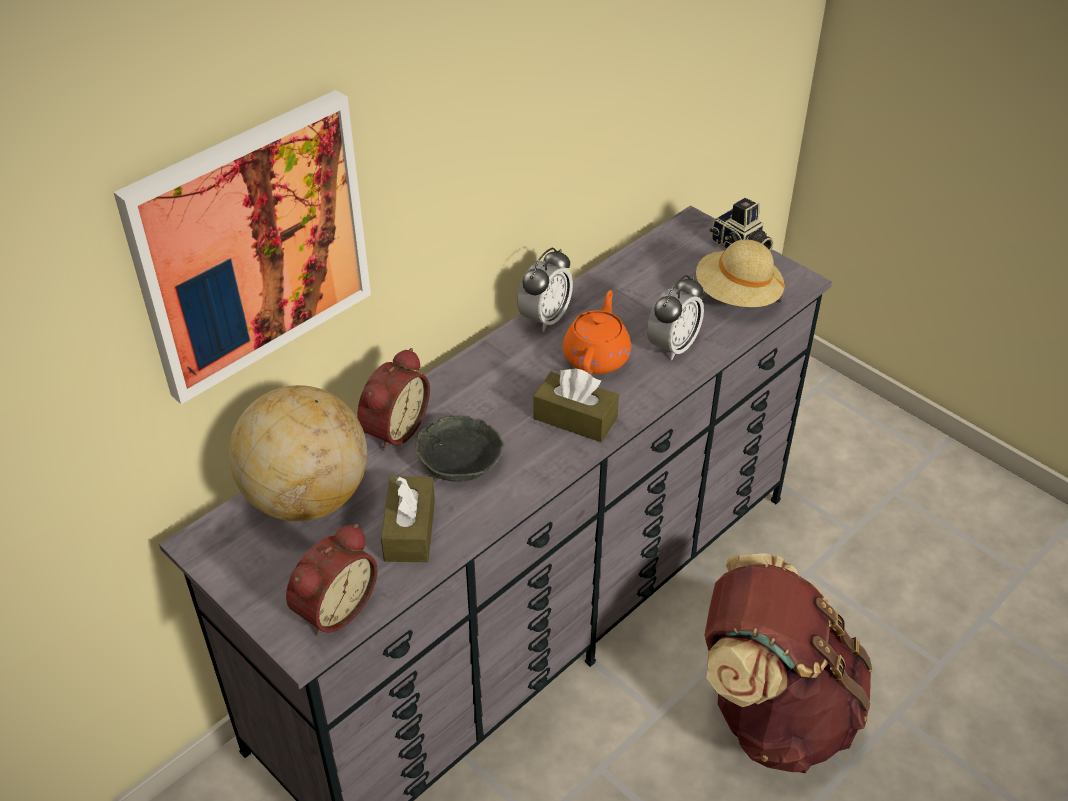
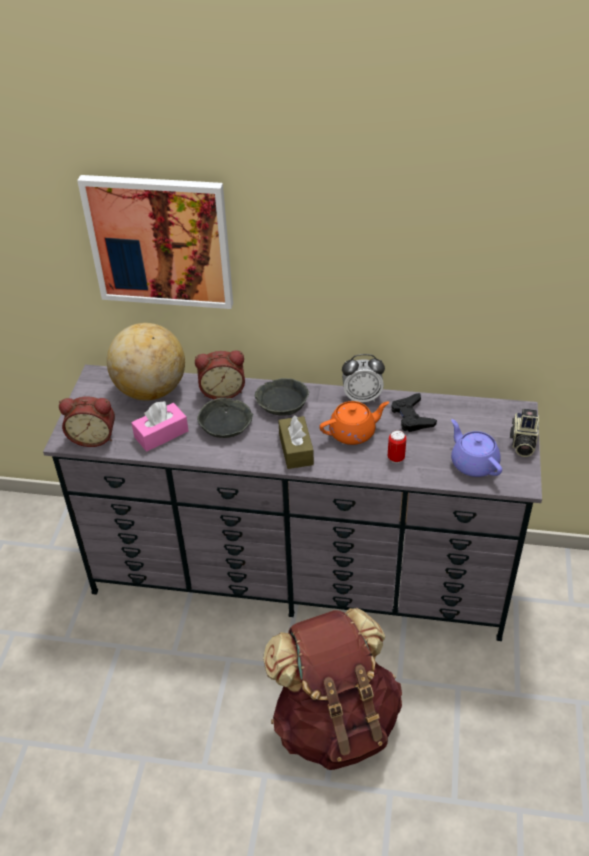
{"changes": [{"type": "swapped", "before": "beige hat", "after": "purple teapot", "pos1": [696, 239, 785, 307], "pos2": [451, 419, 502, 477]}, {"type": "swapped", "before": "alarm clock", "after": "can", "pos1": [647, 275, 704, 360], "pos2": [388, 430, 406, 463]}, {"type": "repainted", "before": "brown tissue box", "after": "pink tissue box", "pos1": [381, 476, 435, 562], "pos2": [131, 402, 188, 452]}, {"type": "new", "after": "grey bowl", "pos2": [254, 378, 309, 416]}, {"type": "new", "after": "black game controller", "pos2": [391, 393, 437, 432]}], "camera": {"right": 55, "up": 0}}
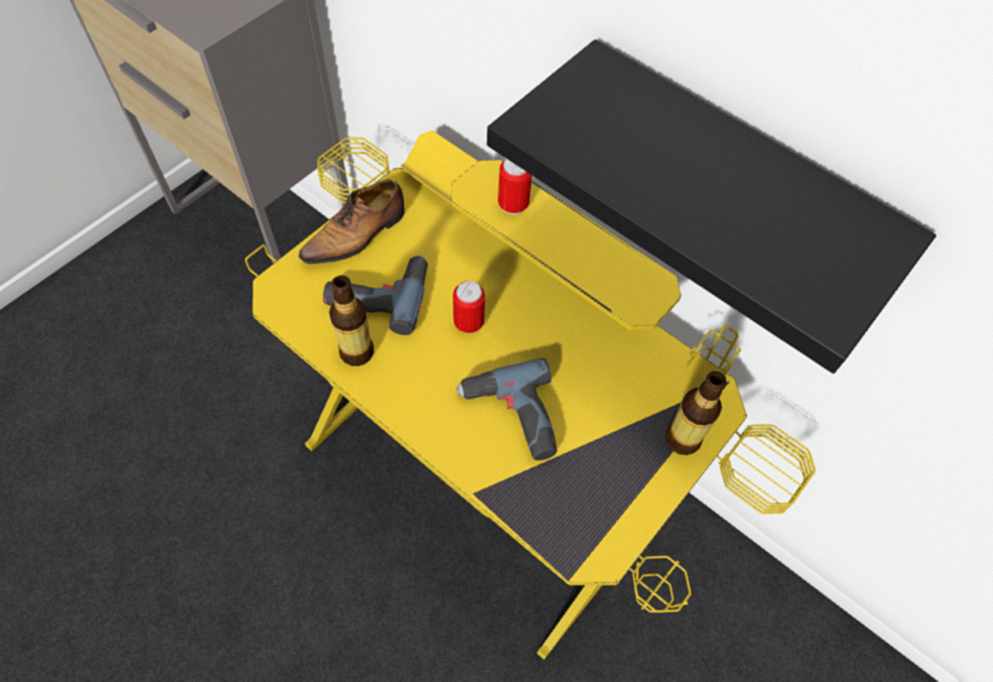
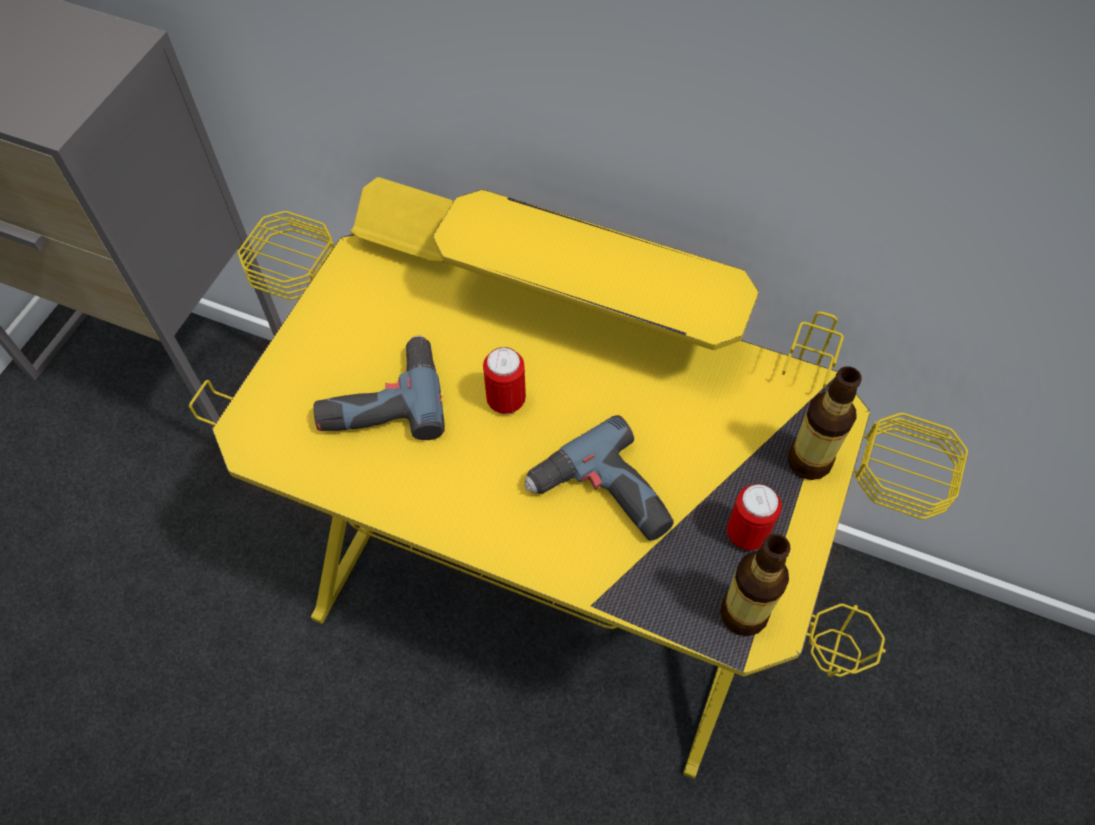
{"changes": [{"type": "gone", "before": "black shelf", "pos1": [487, 39, 936, 374]}, {"type": "shifted", "before": "can", "pos1": [498, 159, 532, 215], "pos2": [727, 484, 782, 550]}, {"type": "gone", "before": "shoe", "pos1": [298, 179, 405, 269]}, {"type": "shifted", "before": "bottle", "pos1": [329, 275, 374, 366], "pos2": [720, 534, 790, 636]}], "camera": {"right": -15, "up": 0}}
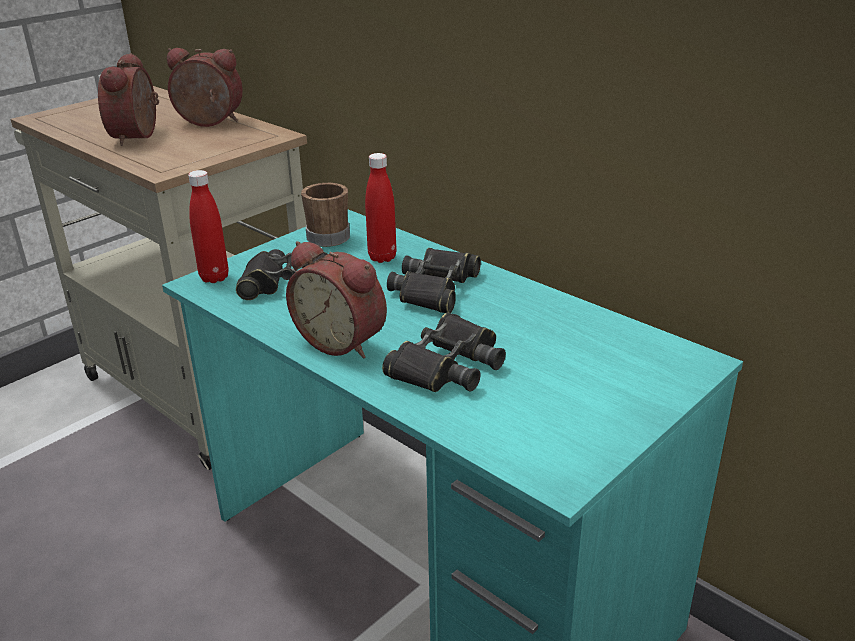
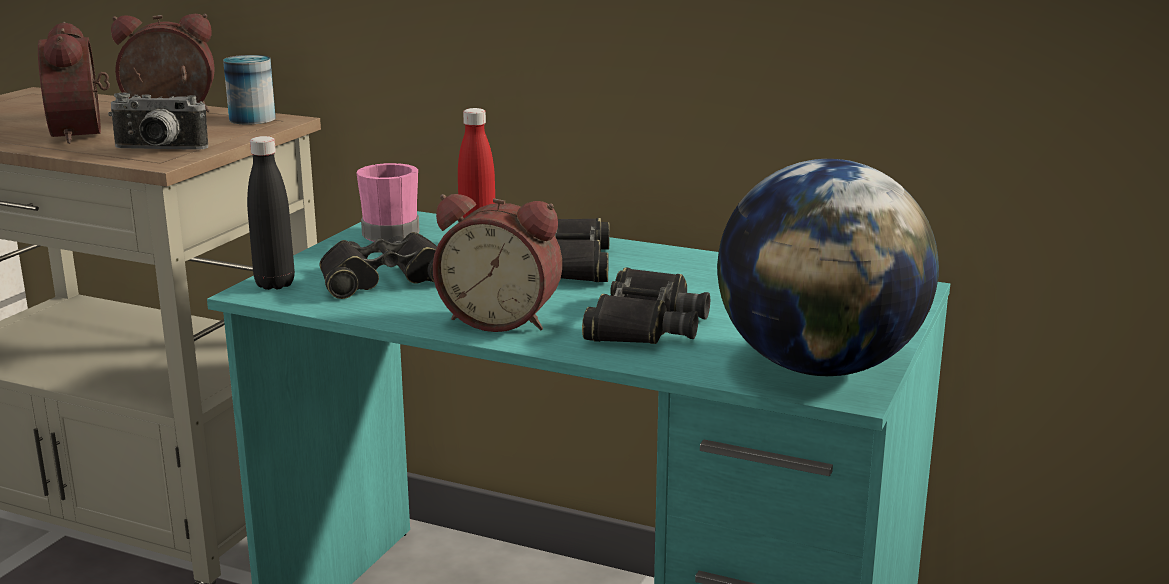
{"changes": [{"type": "repainted", "before": "red bottle", "after": "black bottle", "pos1": [188, 170, 229, 283], "pos2": [247, 136, 295, 290]}, {"type": "repainted", "before": "brown mug", "after": "pink mug", "pos1": [301, 183, 350, 247], "pos2": [357, 163, 420, 242]}, {"type": "new", "after": "can", "pos2": [223, 55, 276, 125]}, {"type": "new", "after": "photo camera", "pos2": [108, 93, 208, 150]}, {"type": "new", "after": "globe", "pos2": [717, 159, 939, 376]}], "camera": {"right": -20, "up": -10}}
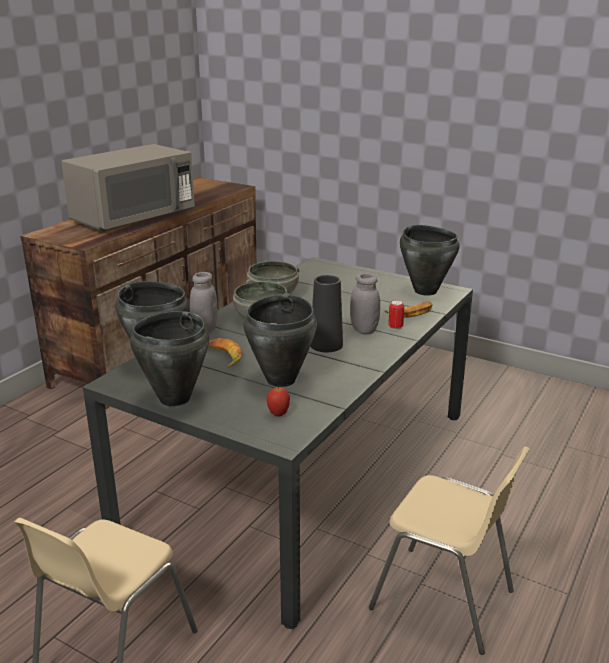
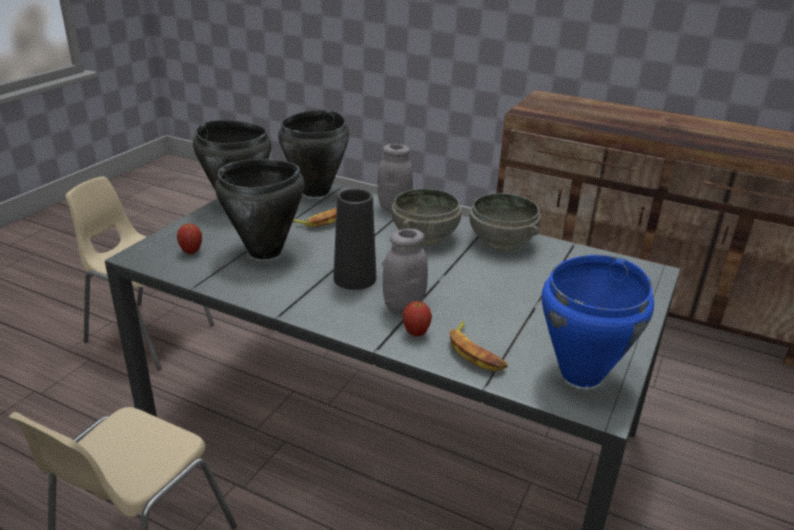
{"changes": [{"type": "gone", "before": "grey microwave", "pos1": [61, 144, 195, 231]}, {"type": "repainted", "before": "black cooking pot", "after": "blue cooking pot", "pos1": [400, 225, 459, 296], "pos2": [542, 255, 654, 387]}, {"type": "swapped", "before": "can", "after": "apple", "pos1": [388, 300, 404, 330], "pos2": [403, 301, 432, 337]}], "camera": {"right": 85, "up": 5}}
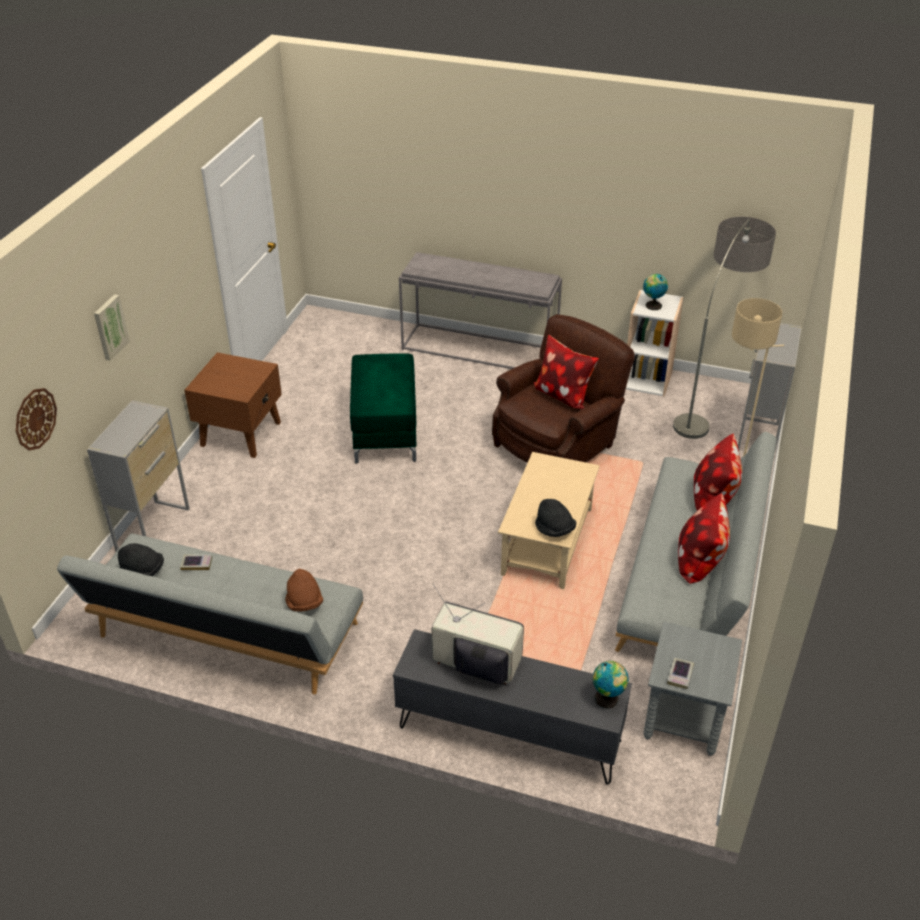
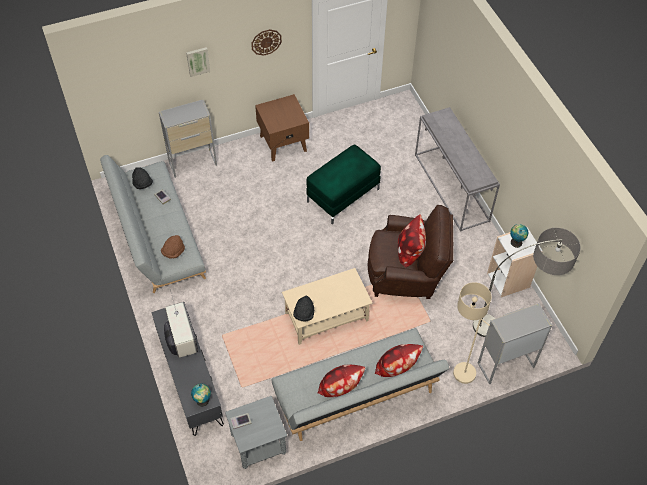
{"changes": [{"type": "shifted", "before": "wall clock", "pos1": [16, 388, 57, 451], "pos2": [251, 29, 282, 56]}], "camera": {"right": 50, "up": 15}}
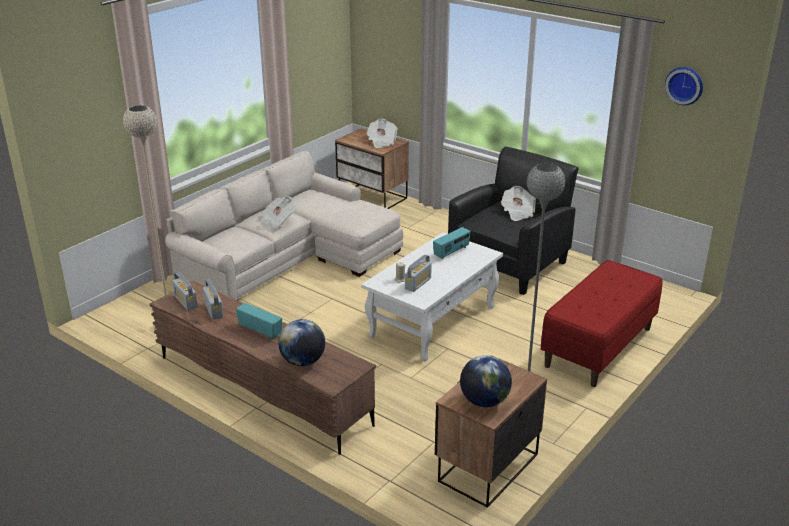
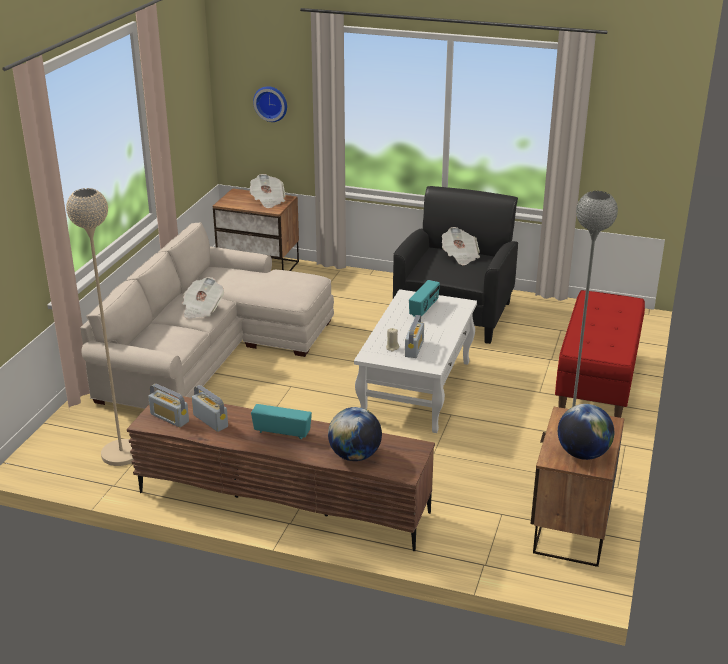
{"changes": [{"type": "shifted", "before": "wall clock", "pos1": [665, 67, 703, 105], "pos2": [253, 86, 287, 122]}], "camera": {"right": -20, "up": 0}}
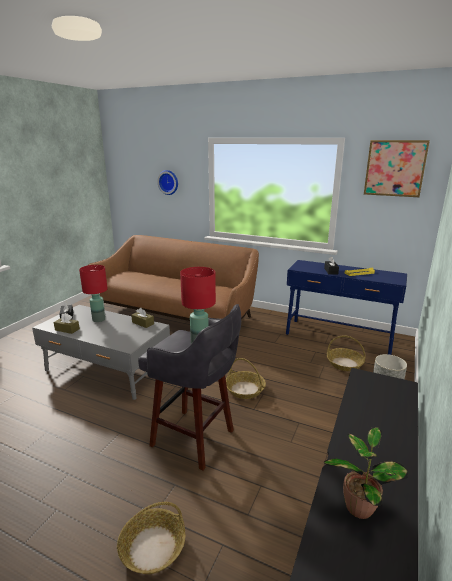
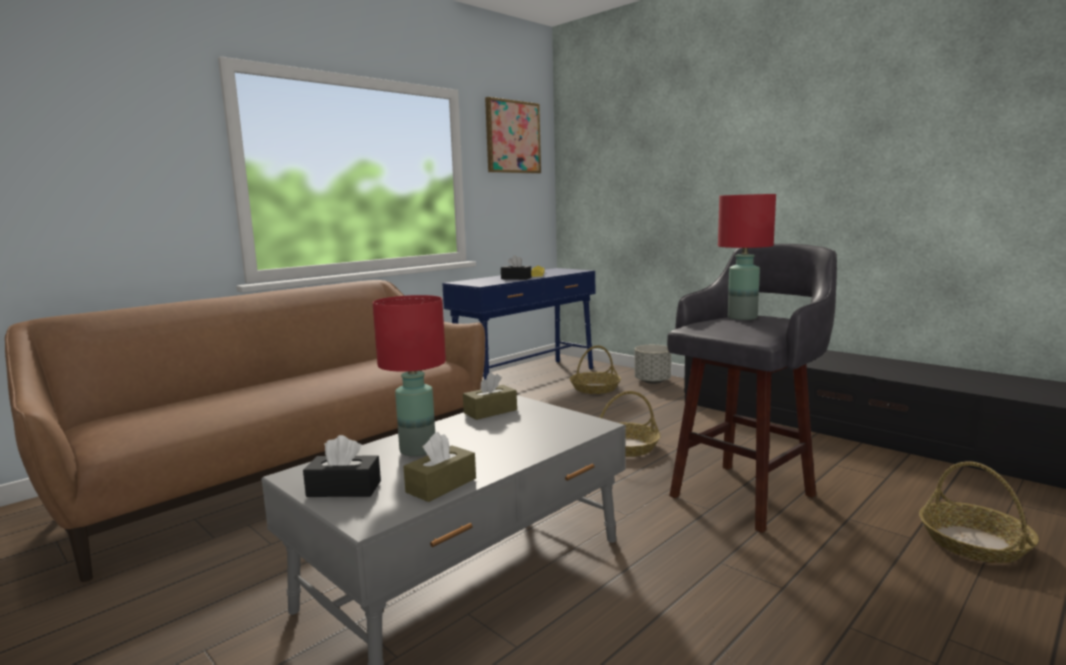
{"changes": [{"type": "gone", "before": "wall clock", "pos1": [157, 170, 178, 195]}, {"type": "gone", "before": "potted plant", "pos1": [324, 427, 408, 519]}], "camera": {"right": -70, "up": -10}}
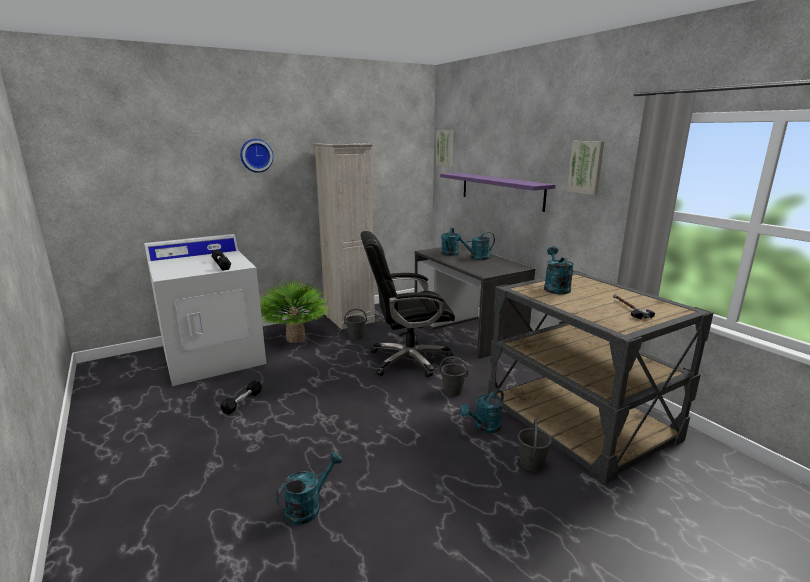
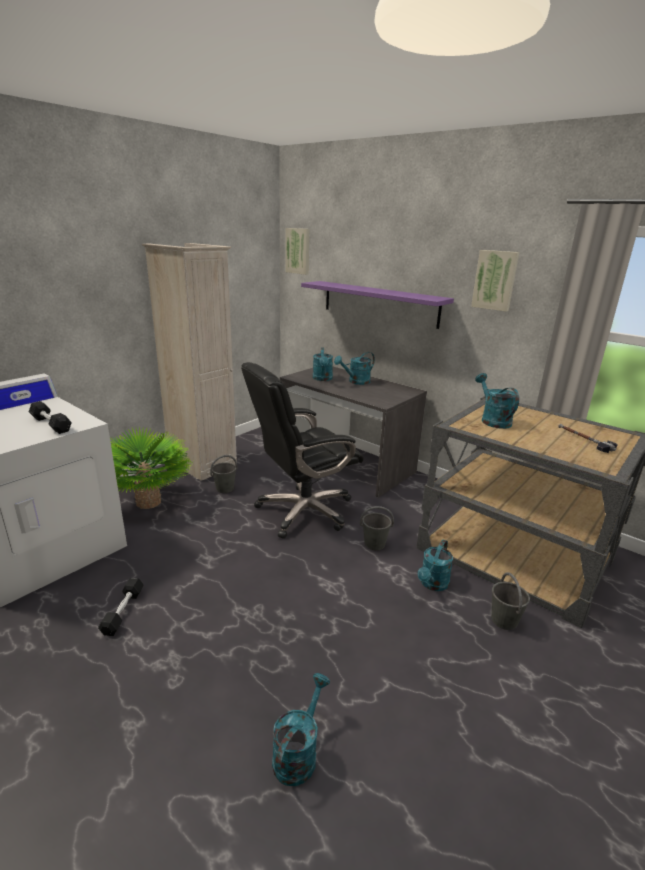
{"changes": [{"type": "gone", "before": "wall clock", "pos1": [240, 139, 273, 173]}], "camera": {"right": -20, "up": 5}}
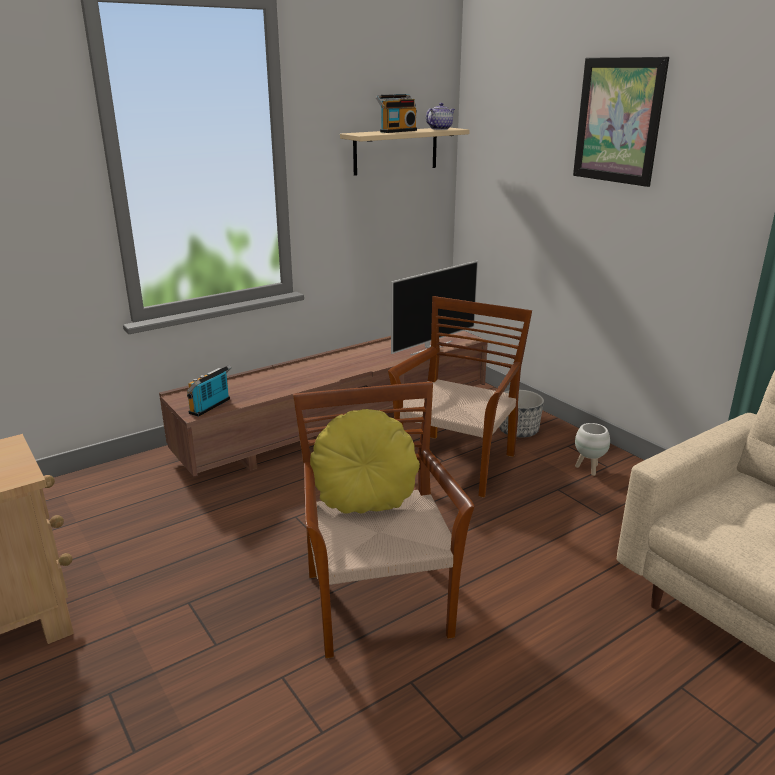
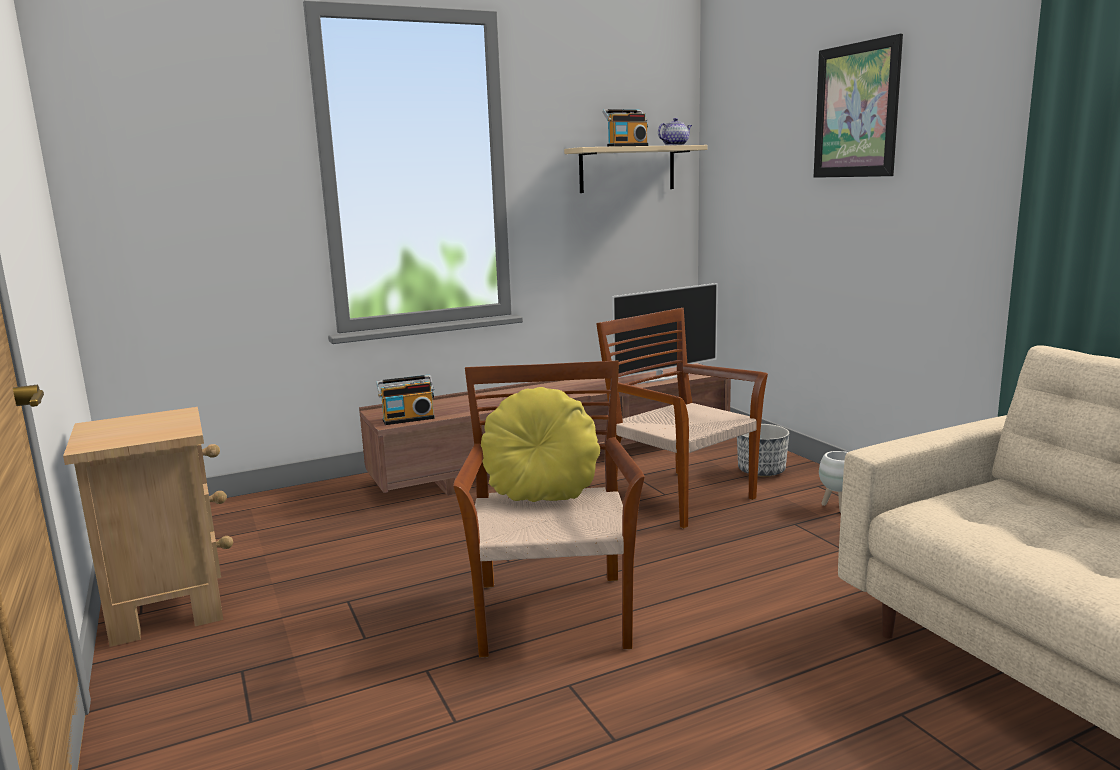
{"changes": [{"type": "rotated", "before": "brown armchair", "pos1": [388, 296, 532, 498], "pos2": [596, 308, 768, 529], "turn": -75}, {"type": "rotated", "before": "radio", "pos1": [187, 365, 232, 417], "pos2": [376, 375, 435, 425], "turn": -150}], "camera": {"right": 10, "up": -10}}
